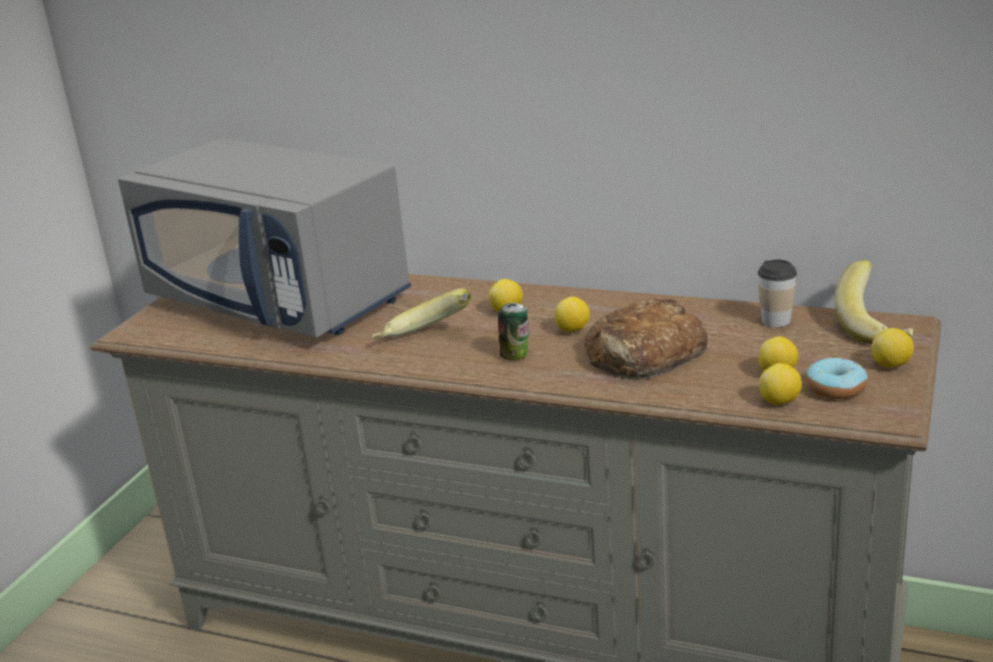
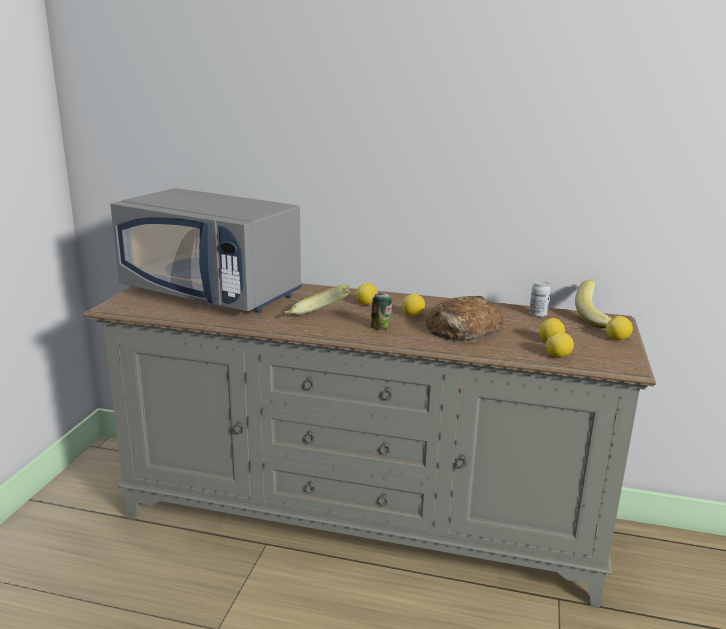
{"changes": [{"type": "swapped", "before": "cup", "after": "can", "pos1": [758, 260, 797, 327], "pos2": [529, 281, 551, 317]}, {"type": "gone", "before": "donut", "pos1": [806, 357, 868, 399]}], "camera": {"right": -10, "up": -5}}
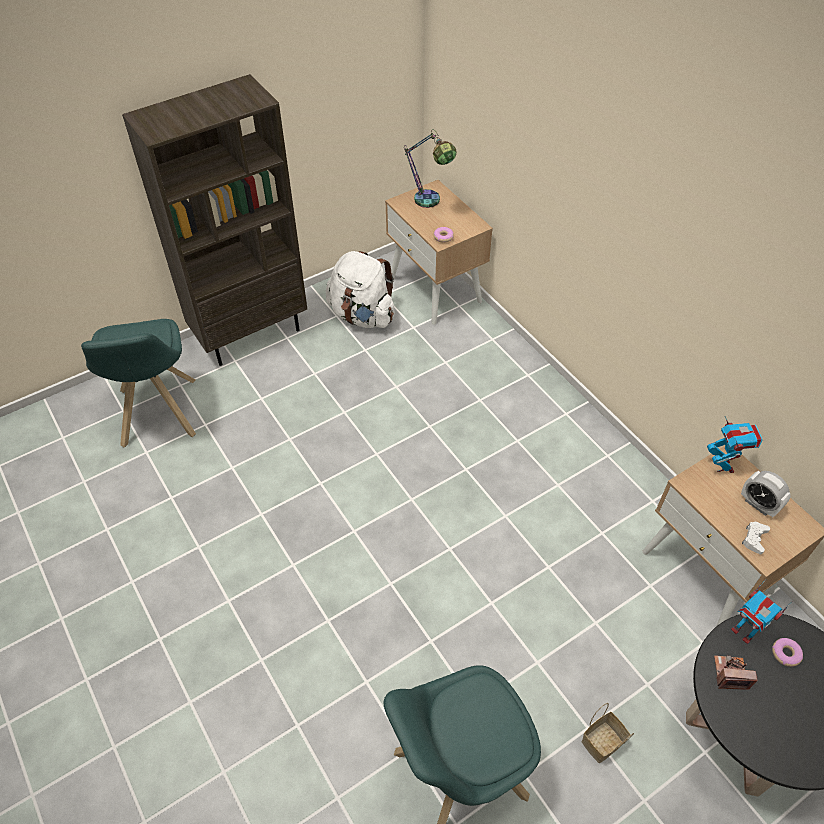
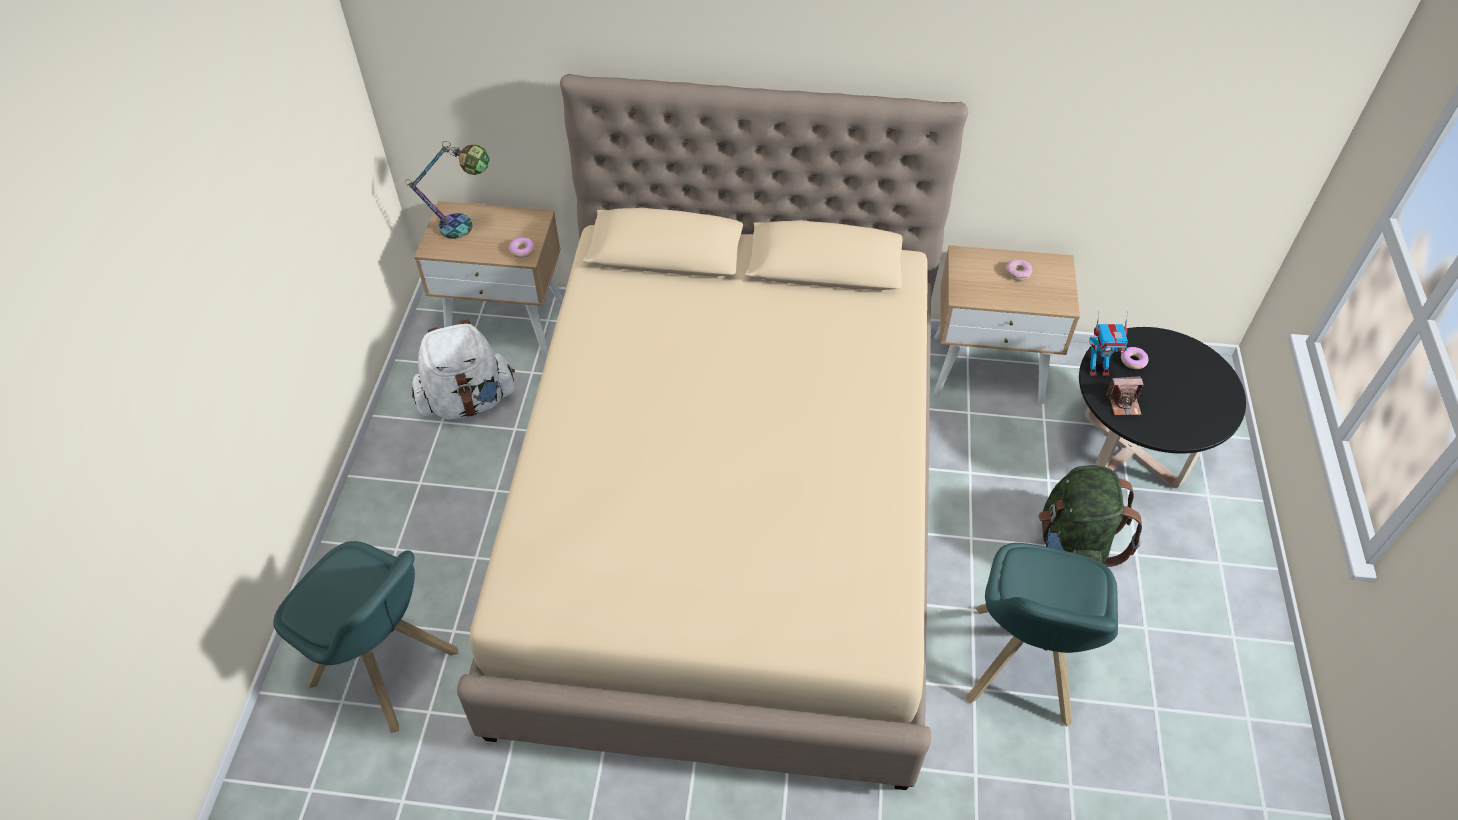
{"changes": [{"type": "gone", "before": "brown bookcase", "pos1": [122, 74, 307, 366]}, {"type": "gone", "before": "toy robot", "pos1": [707, 417, 763, 473]}, {"type": "swapped", "before": "alarm clock", "after": "donut", "pos1": [741, 471, 790, 517], "pos2": [1006, 259, 1033, 281]}, {"type": "gone", "before": "white game controller", "pos1": [742, 522, 770, 554]}, {"type": "rotated", "before": "photo camera", "pos1": [714, 655, 758, 690], "pos2": [1106, 376, 1143, 415], "turn": -135}, {"type": "swapped", "before": "basket", "after": "green backpack", "pos1": [582, 703, 634, 763], "pos2": [1038, 465, 1142, 567]}, {"type": "new", "after": "beige bed", "pos2": [457, 74, 968, 790]}], "camera": {"right": -50, "up": 0}}
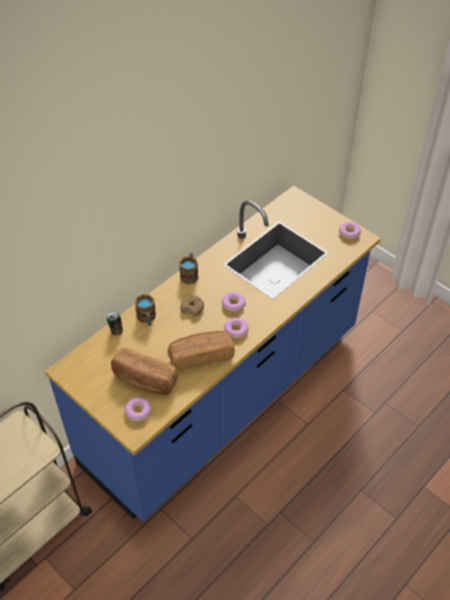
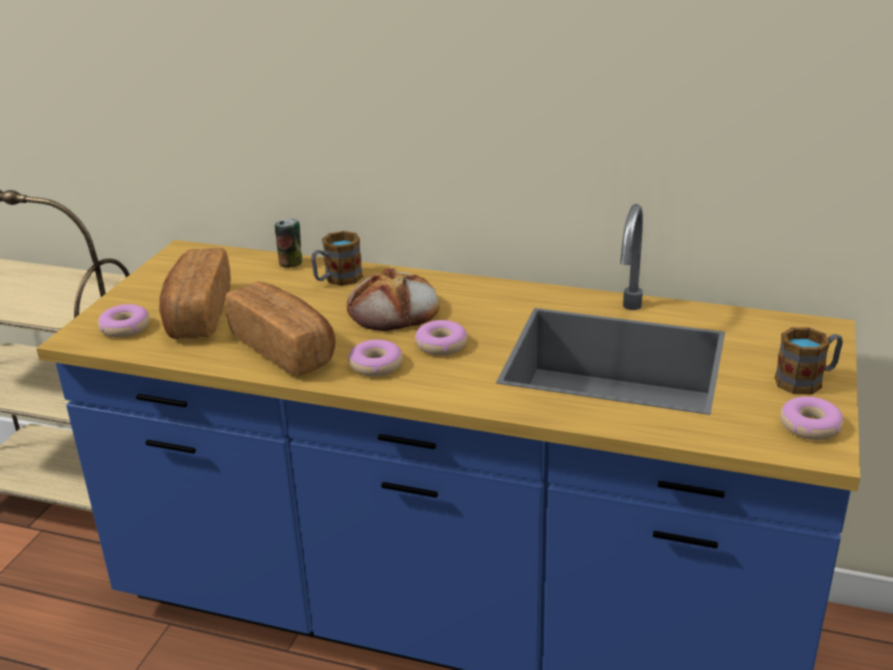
{"changes": [{"type": "shifted", "before": "mug", "pos1": [179, 252, 198, 284], "pos2": [774, 327, 843, 394]}, {"type": "swapped", "before": "donut", "after": "bread", "pos1": [181, 295, 204, 317], "pos2": [347, 268, 440, 331]}], "camera": {"right": 65, "up": -20}}
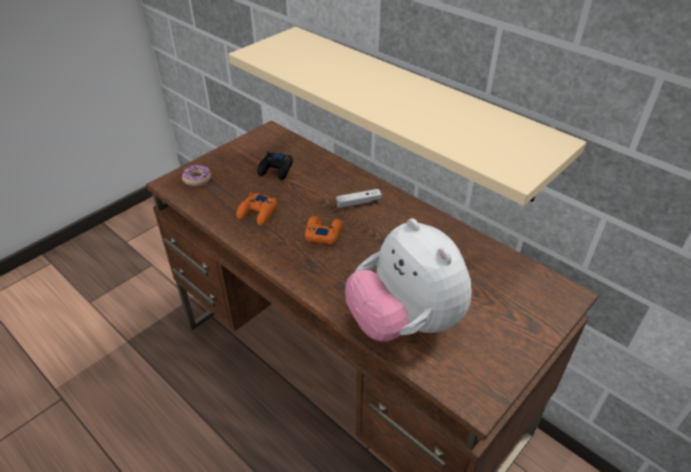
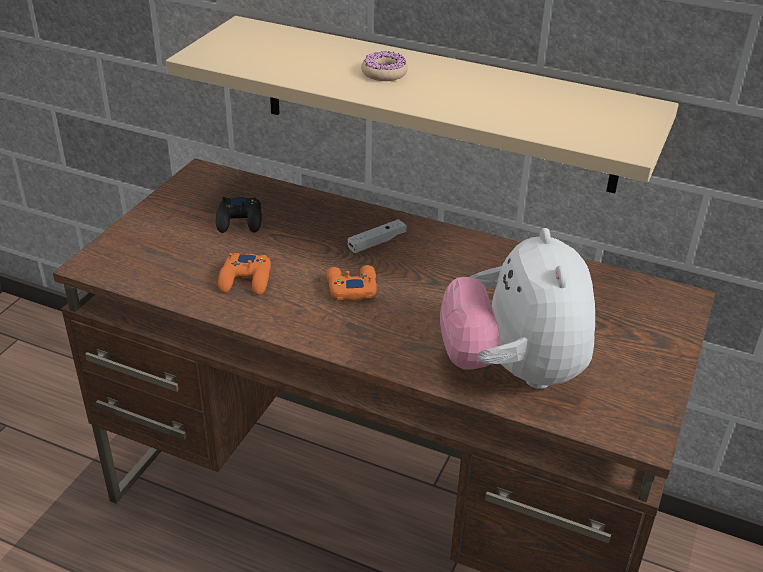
{"changes": [{"type": "shifted", "before": "donut", "pos1": [182, 164, 211, 186], "pos2": [361, 51, 408, 81]}, {"type": "rotated", "before": "plush toy", "pos1": [345, 218, 472, 341], "pos2": [440, 228, 595, 389], "turn": 45}], "camera": {"right": -20, "up": -5}}
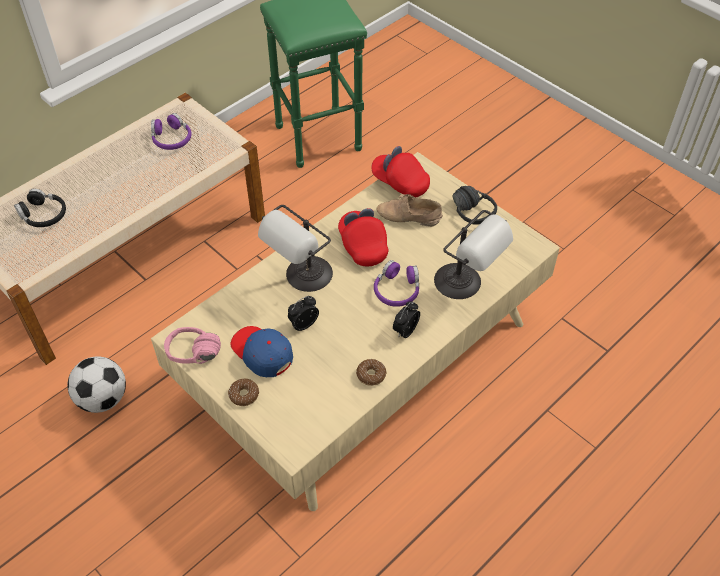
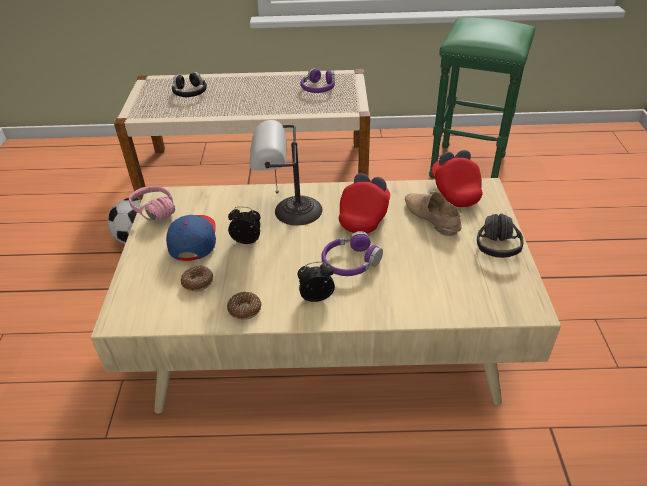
{"changes": [{"type": "gone", "before": "table lamp", "pos1": [434, 210, 513, 299]}, {"type": "shifted", "before": "donut", "pos1": [228, 378, 259, 406], "pos2": [181, 265, 213, 292]}], "camera": {"right": 45, "up": -10}}
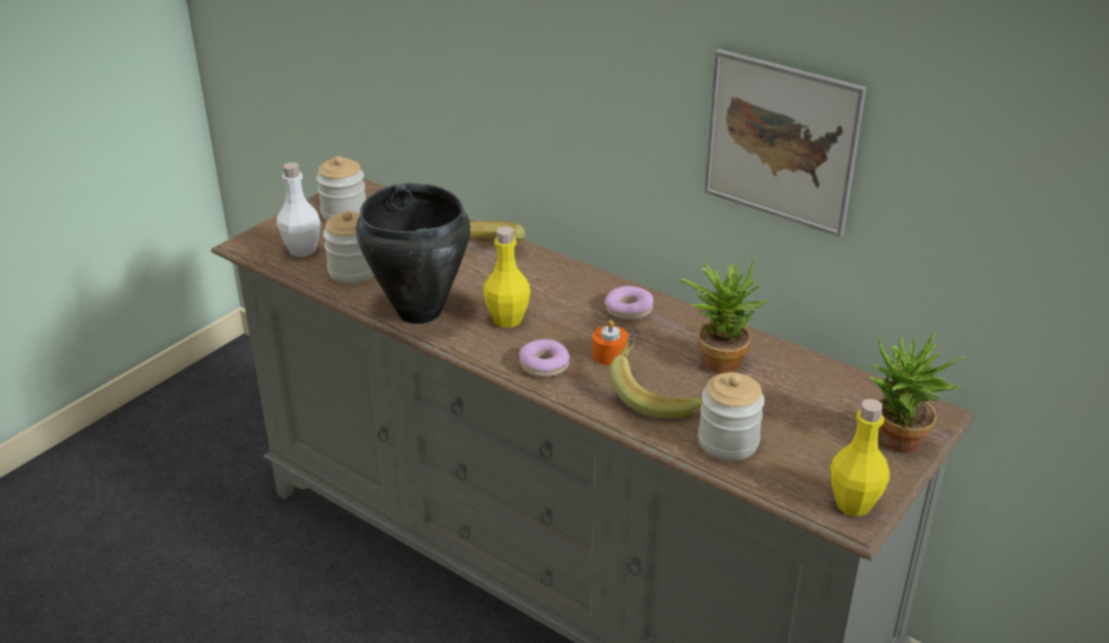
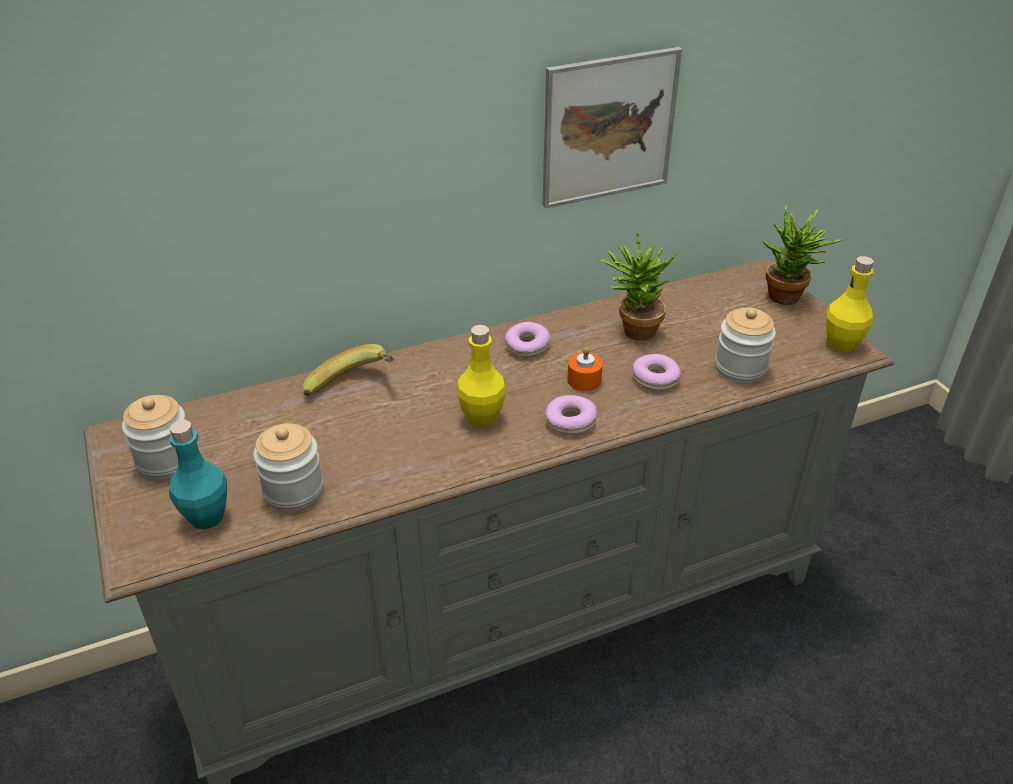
{"changes": [{"type": "repainted", "before": "white bottle", "after": "turquoise bottle", "pos1": [277, 162, 321, 257], "pos2": [169, 420, 227, 529]}, {"type": "gone", "before": "black cooking pot", "pos1": [356, 183, 471, 324]}, {"type": "swapped", "before": "banana", "after": "donut", "pos1": [609, 329, 702, 419], "pos2": [632, 354, 681, 391]}], "camera": {"right": -60, "up": 5}}
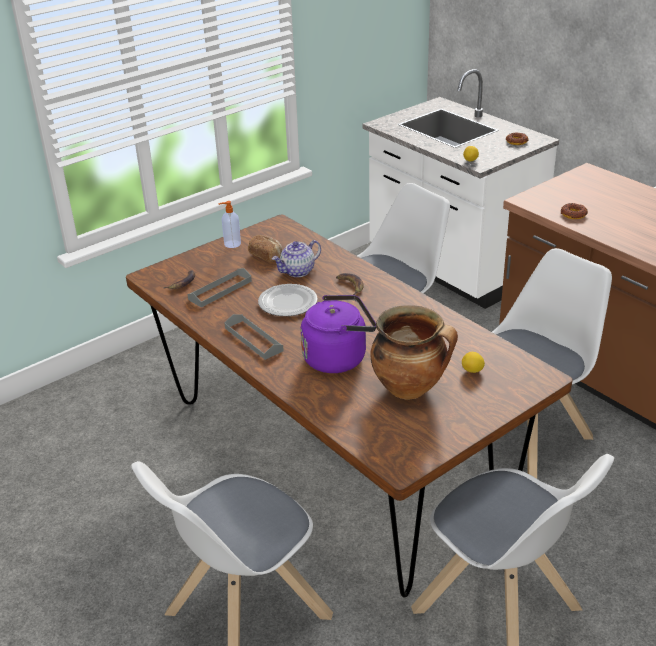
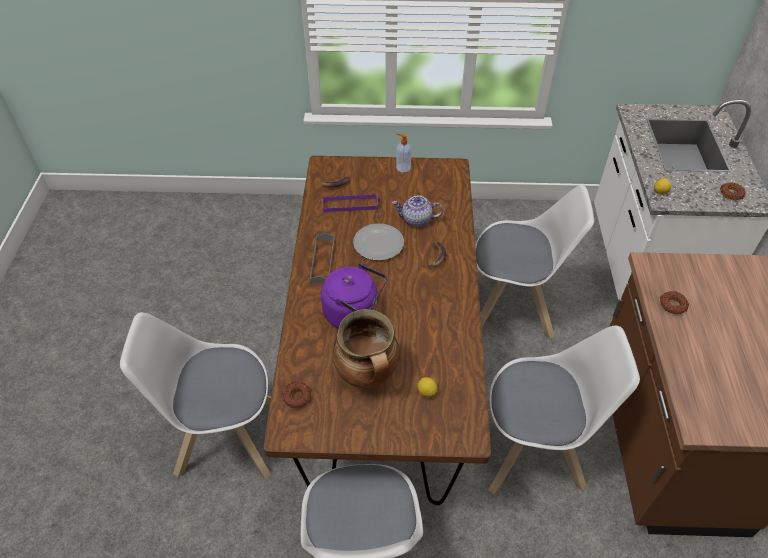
{"changes": [{"type": "gone", "before": "bread", "pos1": [248, 235, 282, 261]}, {"type": "repainted", "before": "grey tray", "after": "purple tray", "pos1": [188, 268, 252, 308], "pos2": [322, 194, 378, 212]}, {"type": "new", "after": "donut", "pos2": [282, 381, 311, 408]}], "camera": {"right": 40, "up": 15}}
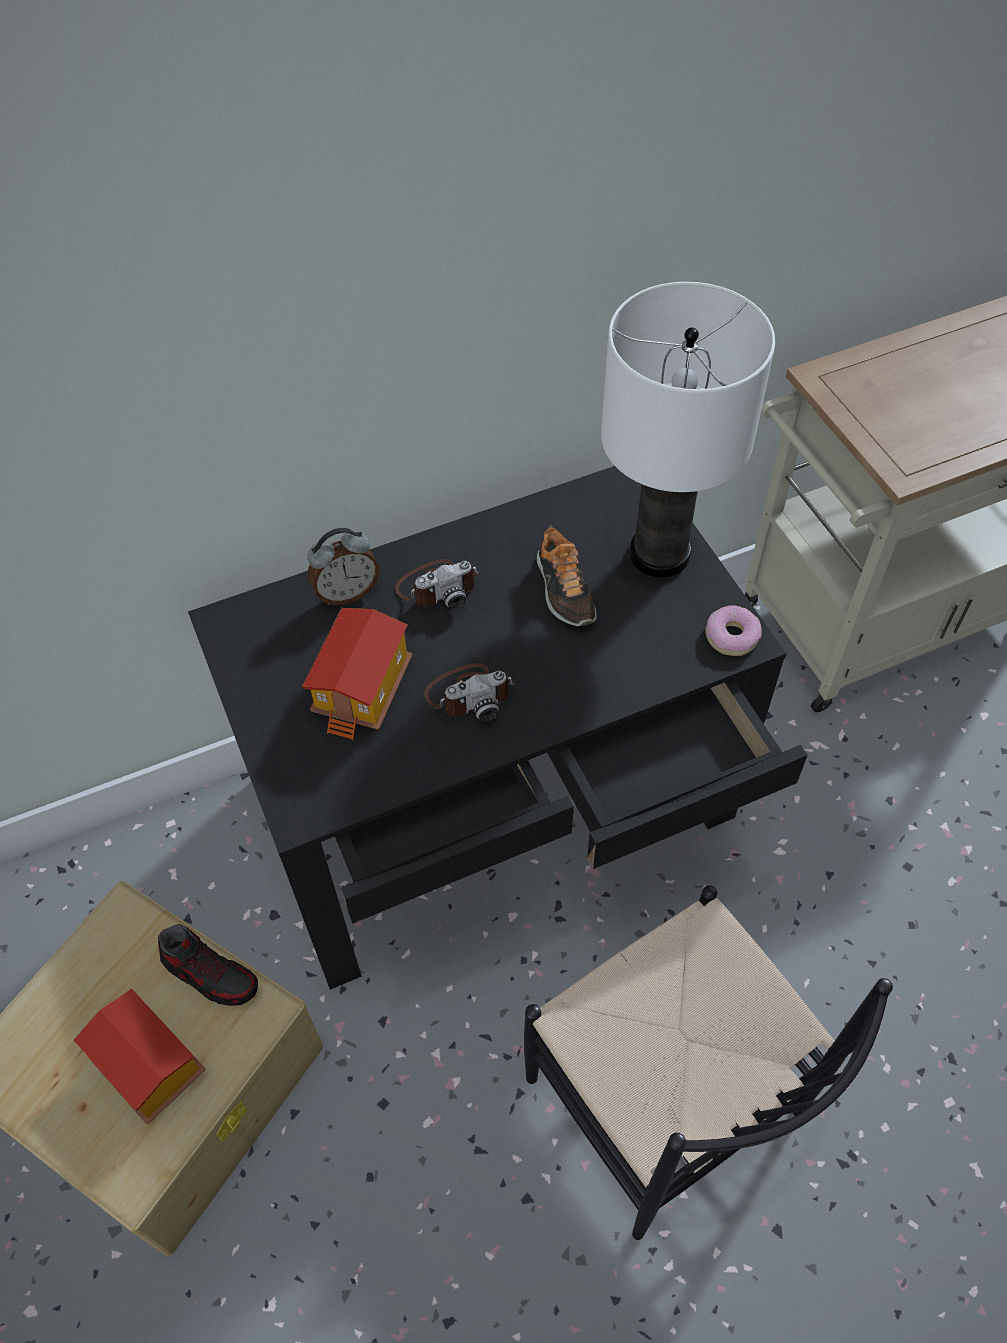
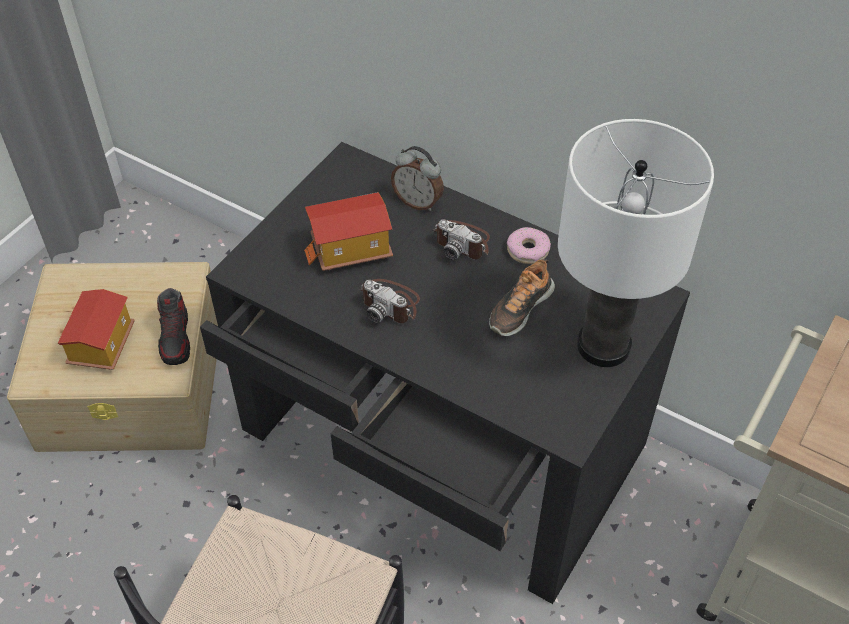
{"changes": [{"type": "shifted", "before": "donut", "pos1": [705, 605, 762, 656], "pos2": [507, 227, 551, 264]}], "camera": {"right": 55, "up": -5}}
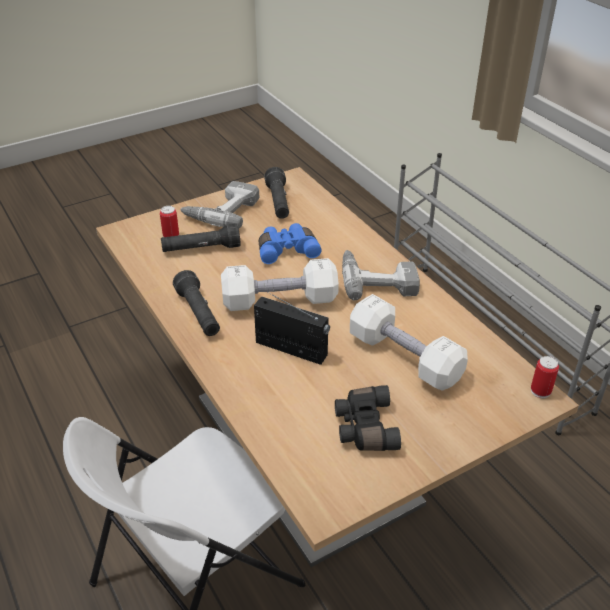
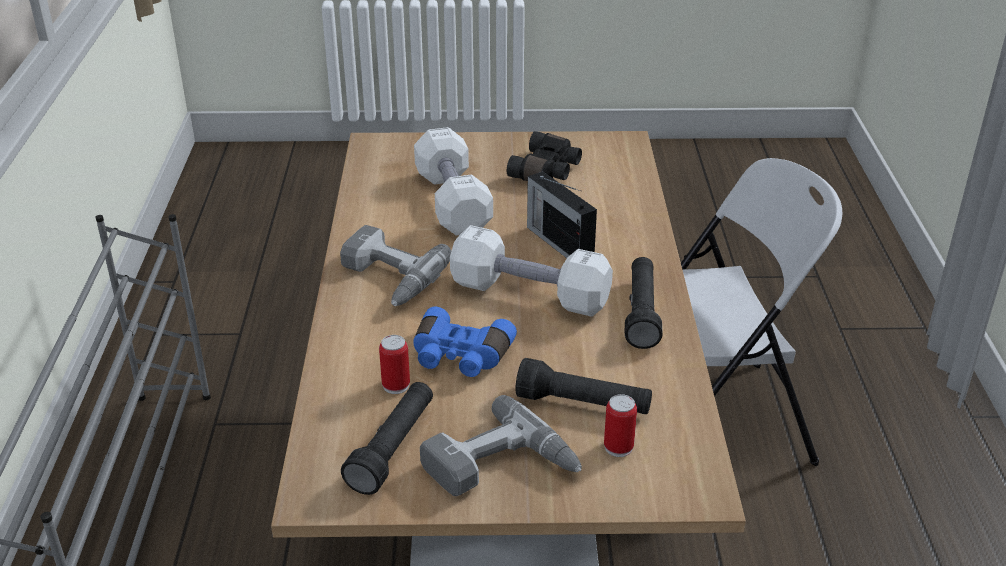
{"changes": [{"type": "shifted", "before": "can", "pos1": [531, 356, 559, 398], "pos2": [379, 335, 410, 394]}], "camera": {"right": -150, "up": -5}}
